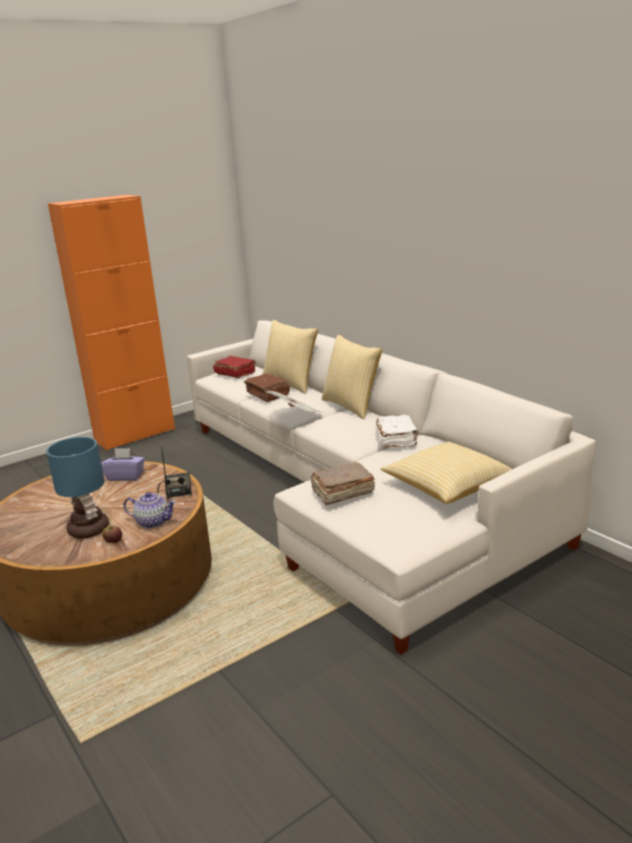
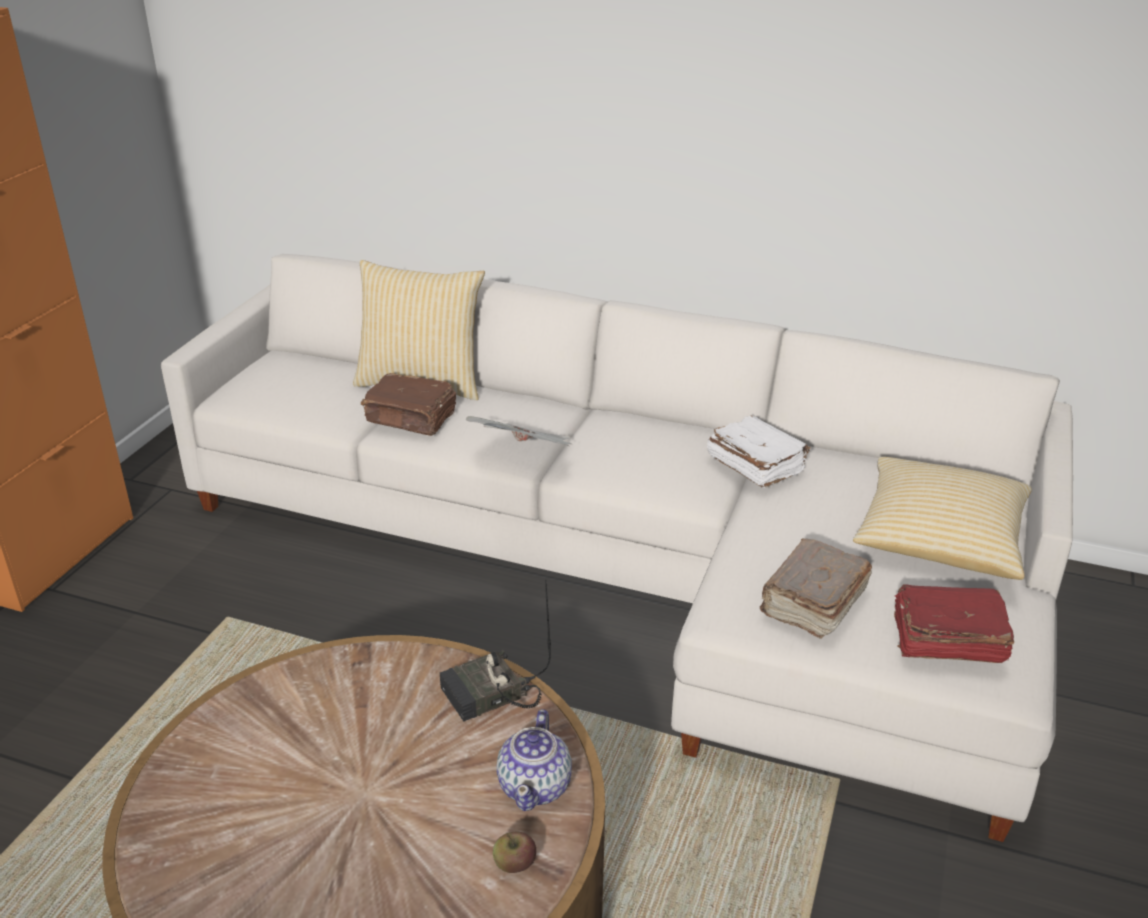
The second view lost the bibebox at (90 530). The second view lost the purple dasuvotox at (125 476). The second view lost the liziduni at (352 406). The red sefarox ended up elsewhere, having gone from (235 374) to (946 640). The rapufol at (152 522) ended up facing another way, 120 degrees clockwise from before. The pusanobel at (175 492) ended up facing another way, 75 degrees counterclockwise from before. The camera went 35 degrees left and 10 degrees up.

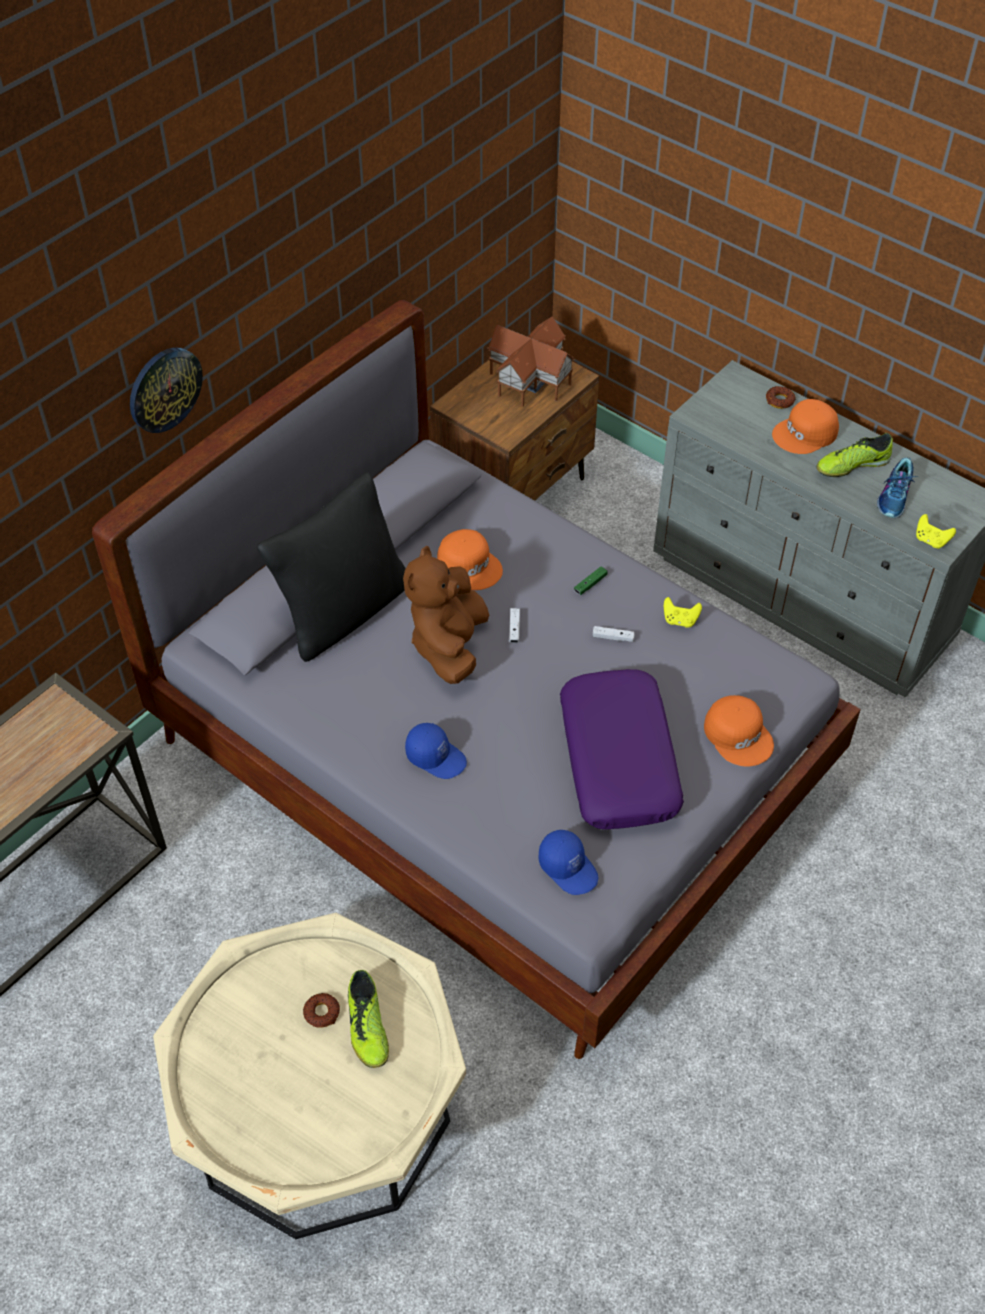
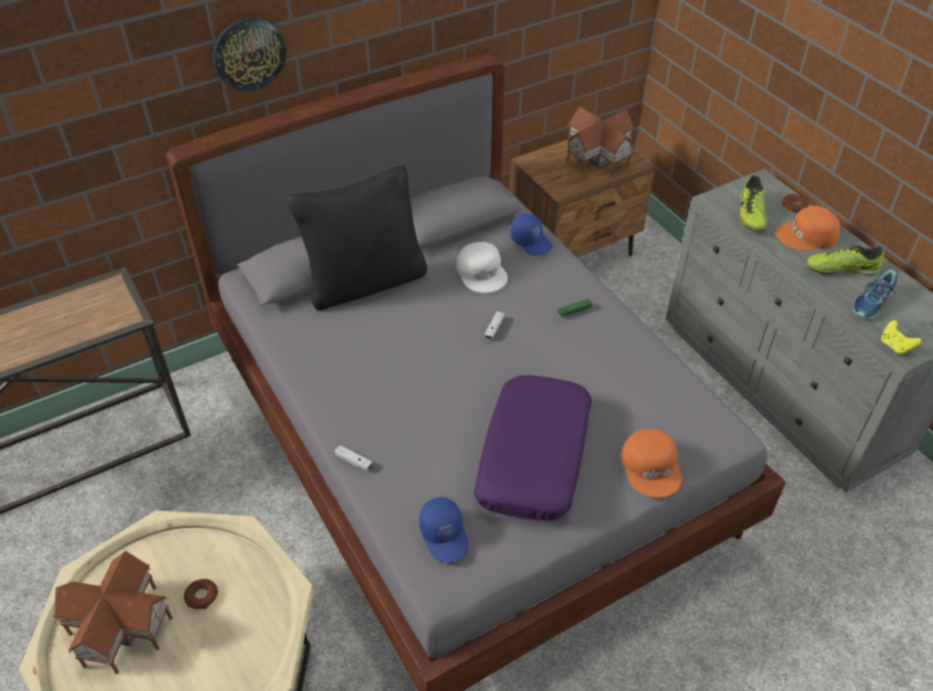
The second view lost the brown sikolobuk at (449 645). The second view lost the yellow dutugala at (680 620). The second view gained the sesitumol at (122 628). The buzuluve ended up elsewhere, having gone from (367 1026) to (750 214). The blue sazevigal ended up elsewhere, having gone from (436 757) to (531 241). The white dutugala ended up elsewhere, having gone from (613 637) to (354 461). What was the orange sazevigal at (470 565) turned into the white sazevigal at (482 272). The camera went 20 degrees right and 5 degrees down.

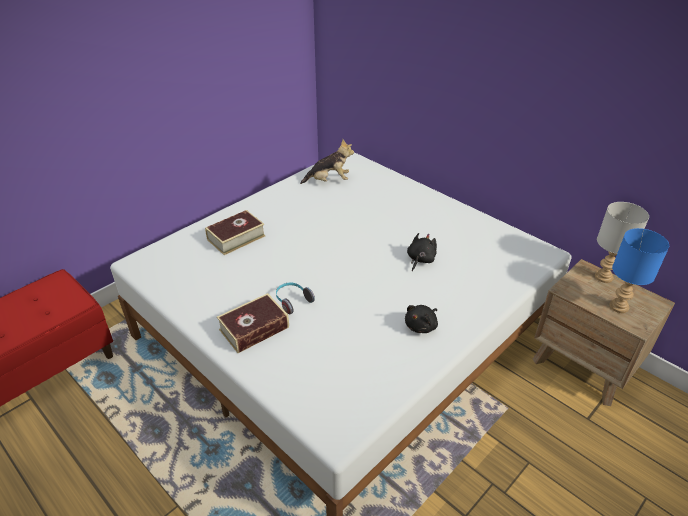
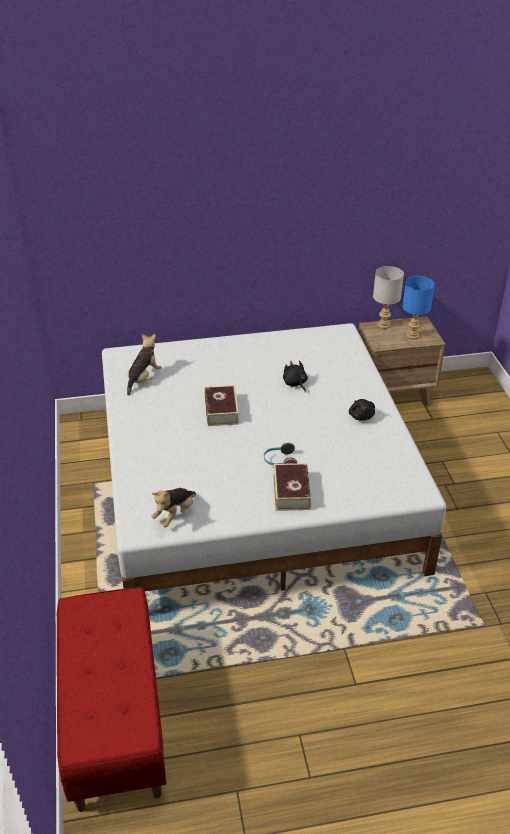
The second view gained the sikolobuk at (175 514). The sefarox ended up elsewhere, having gone from (236 238) to (221 411). The camera went 55 degrees left and 0 degrees up.

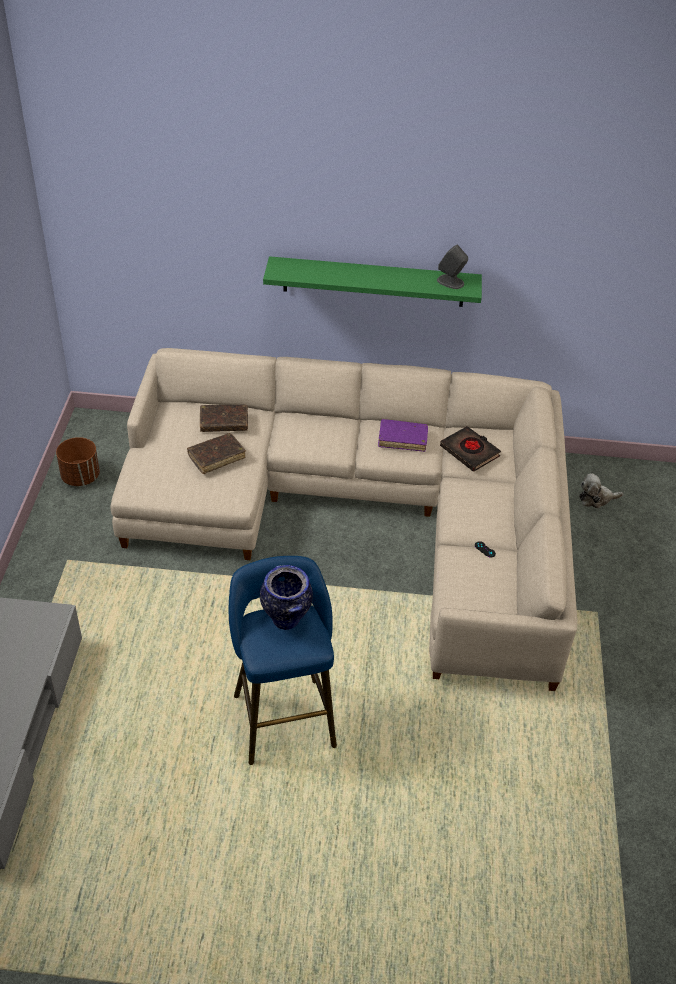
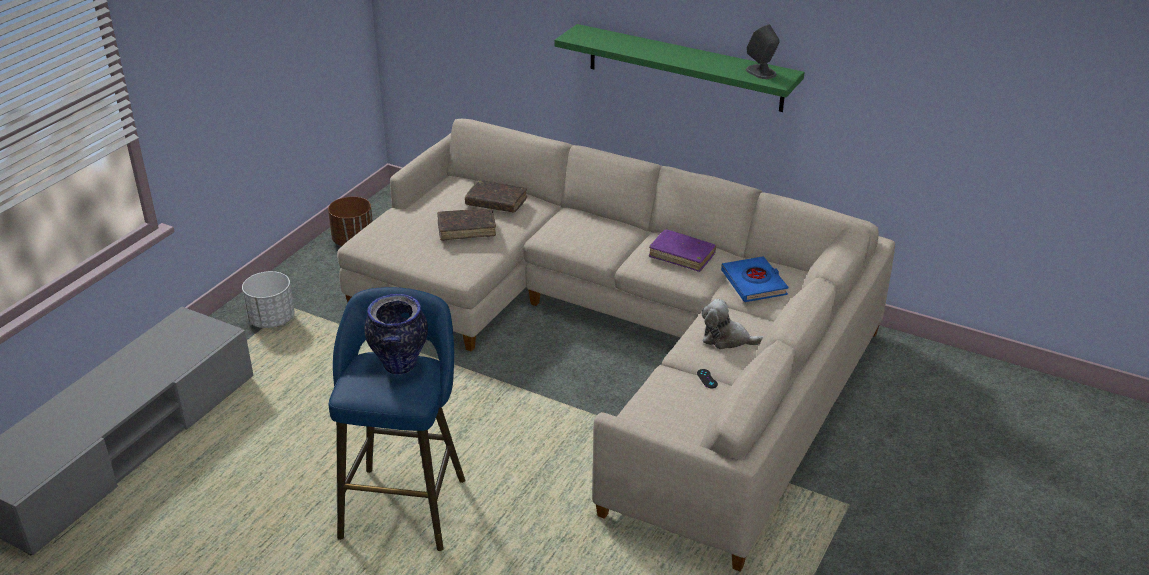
The second view gained the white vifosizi at (271 320). The sikolobuk ended up elsewhere, having gone from (596 499) to (727 339). What was the black sefarox at (470 452) turned into the blue sefarox at (754 283). The camera went 25 degrees right and 10 degrees down.

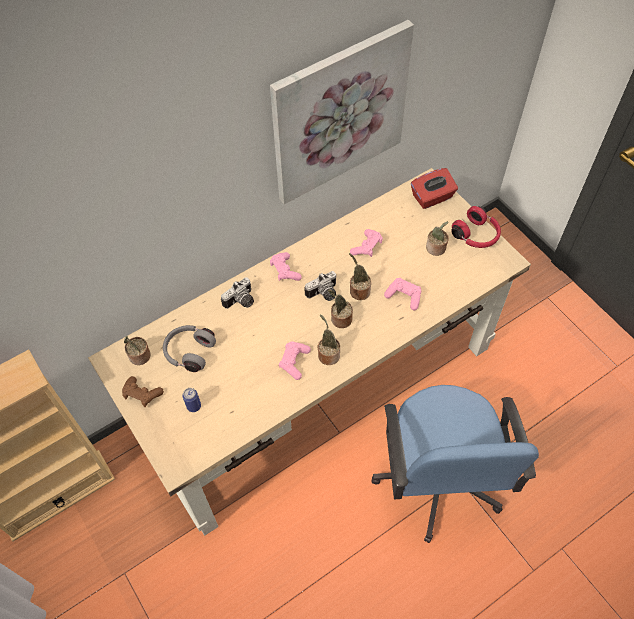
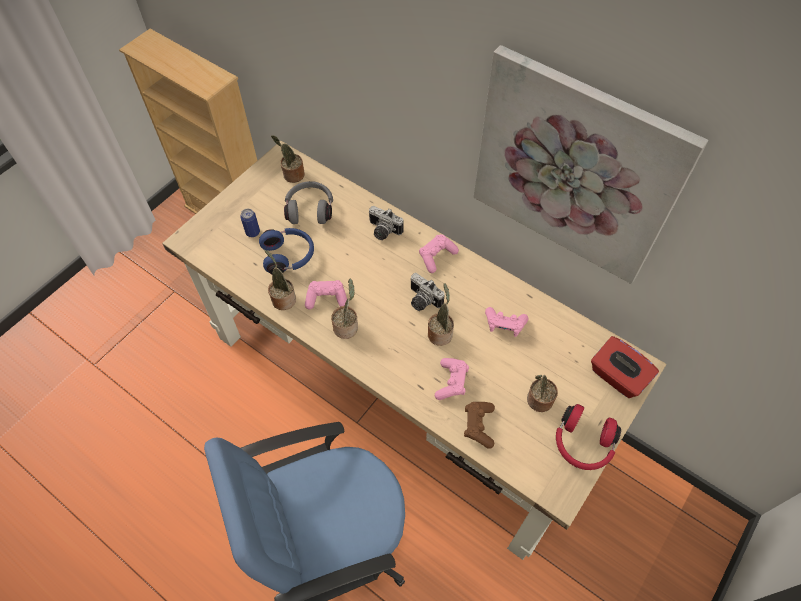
The second view gained the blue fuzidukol at (289 256). The brown dutugala ended up elsewhere, having gone from (142 394) to (478 426). The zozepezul ended up elsewhere, having gone from (340 319) to (283 298). The camera went 70 degrees right and 0 degrees up.

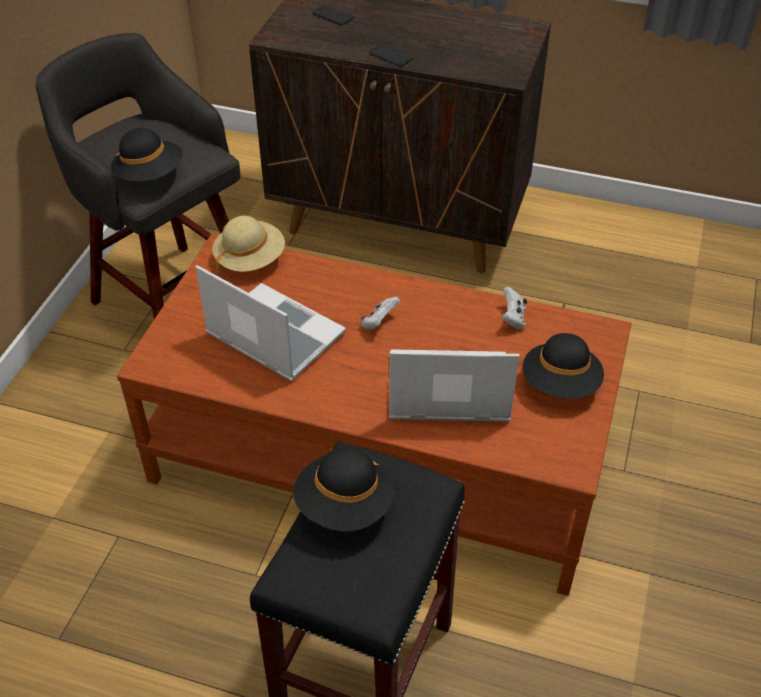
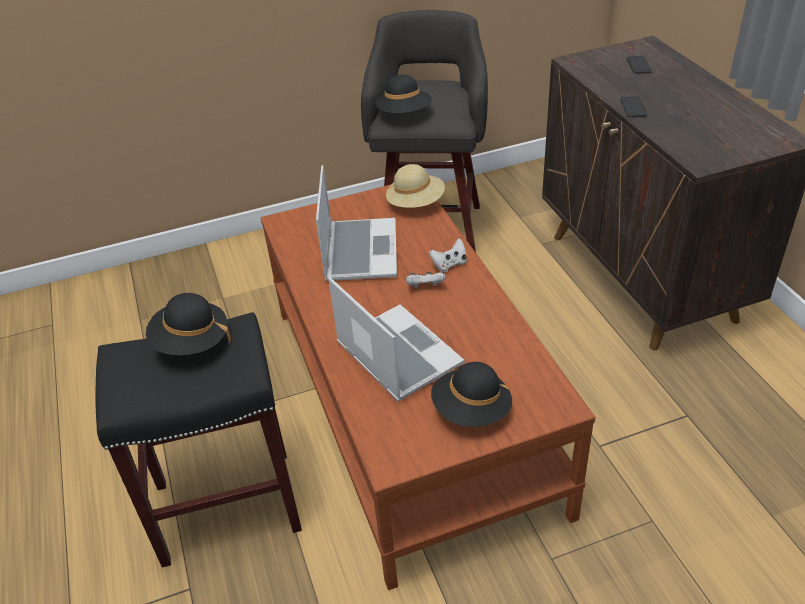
The white dutugala ended up elsewhere, having gone from (513 318) to (449 264). The camera went 55 degrees right and 5 degrees down.

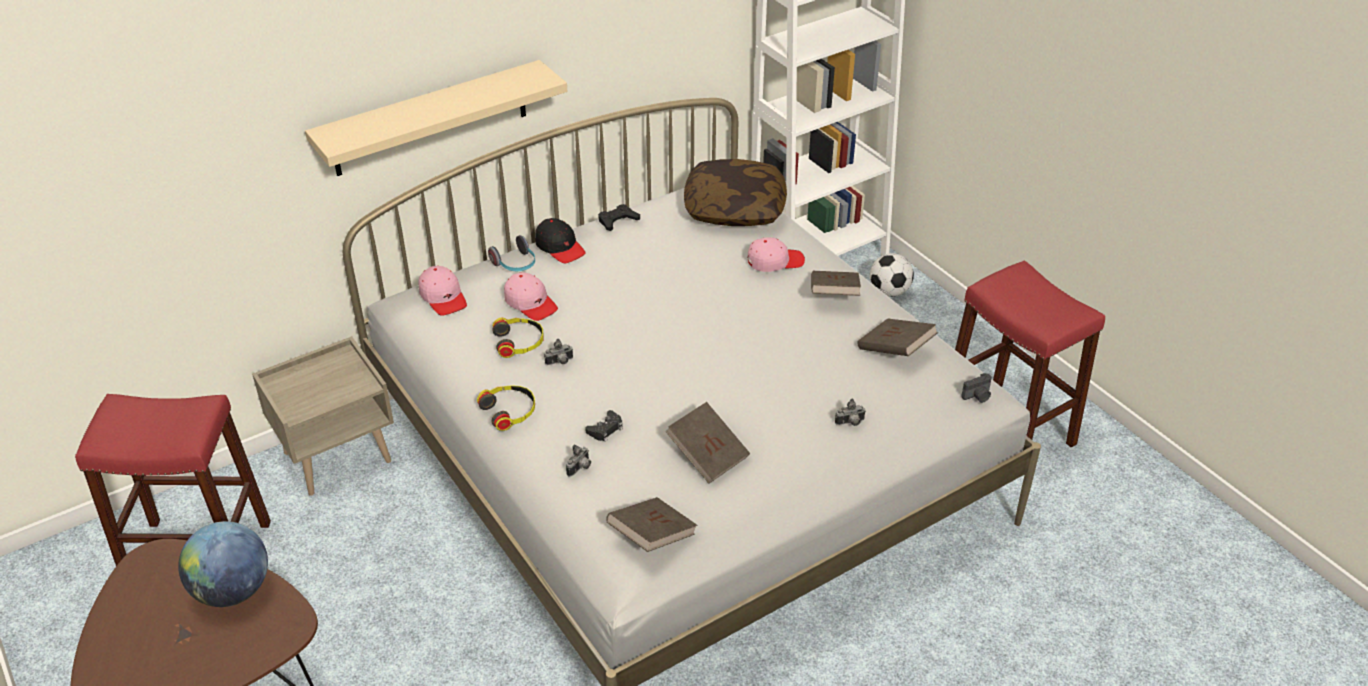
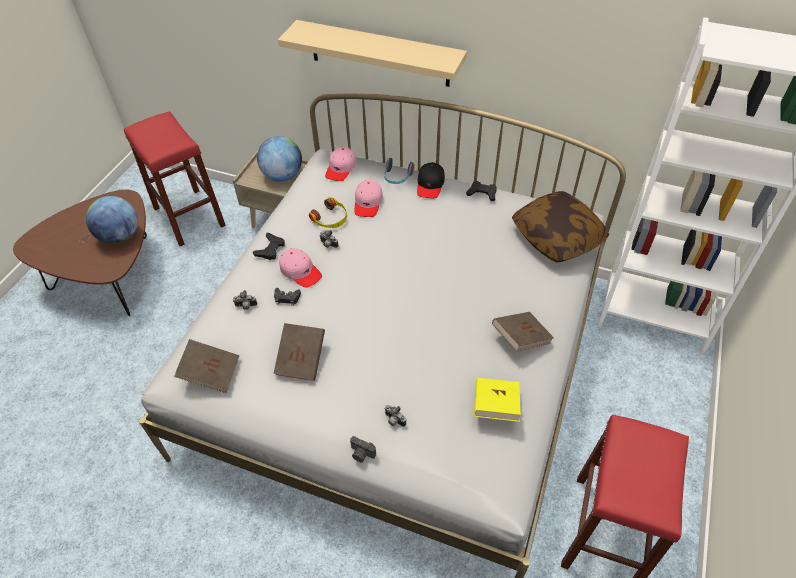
The second view lost the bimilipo at (889 292). The second view gained the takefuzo at (283 175). The pink sazevigal ended up elsewhere, having gone from (775 261) to (300 271). The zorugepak ended up elsewhere, having gone from (977 396) to (361 454). Where the fuzidukol stood at (509 411), the black dutugala came to stand at (270 249). What was the brown sefarox at (895 350) turned into the yellow sefarox at (495 406). The camera went 55 degrees right and 10 degrees up.

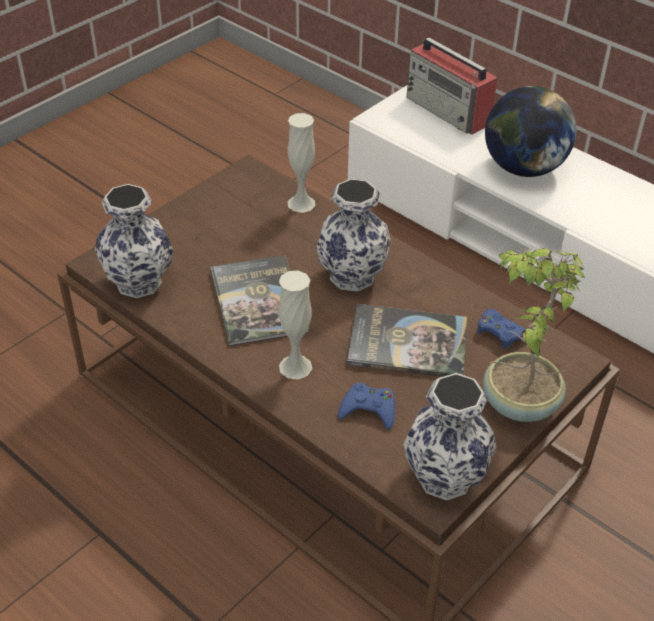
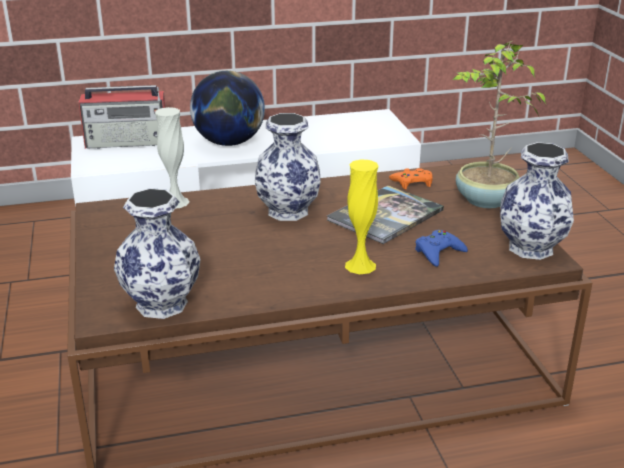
The second view lost the sefarox at (258 301). What was the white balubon at (295 367) turned into the yellow balubon at (360 266). What was the blue dutugala at (501 332) turned into the orange dutugala at (412 183). The camera went 55 degrees left and 15 degrees down.

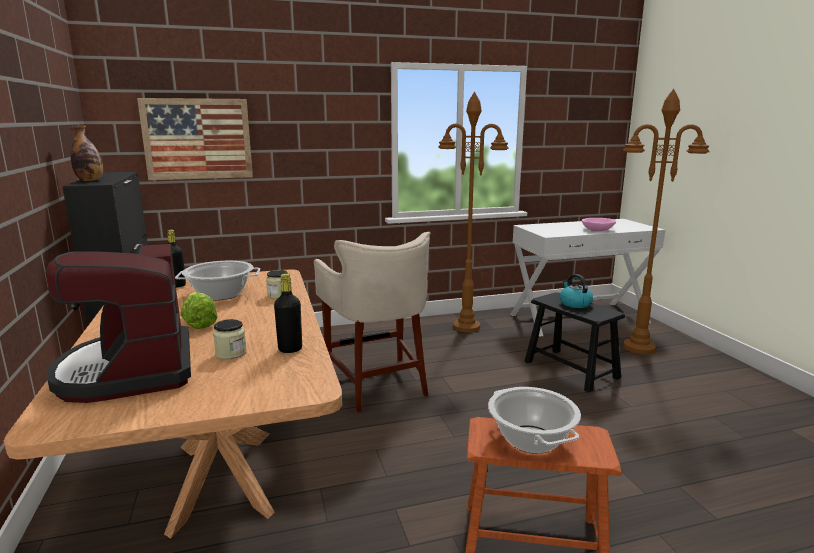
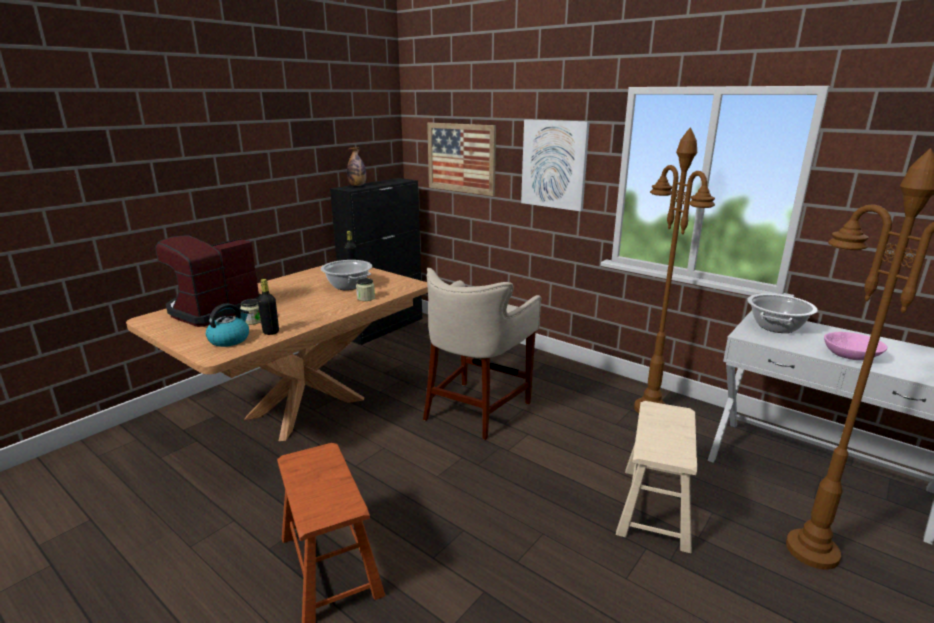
The second view lost the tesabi at (199 323). The second view gained the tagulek at (554 164). The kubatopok ended up elsewhere, having gone from (530 439) to (776 326). The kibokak ended up elsewhere, having gone from (574 303) to (229 339). What was the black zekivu at (571 369) turned into the beige zekivu at (655 507). The camera went 55 degrees right and 5 degrees up.

